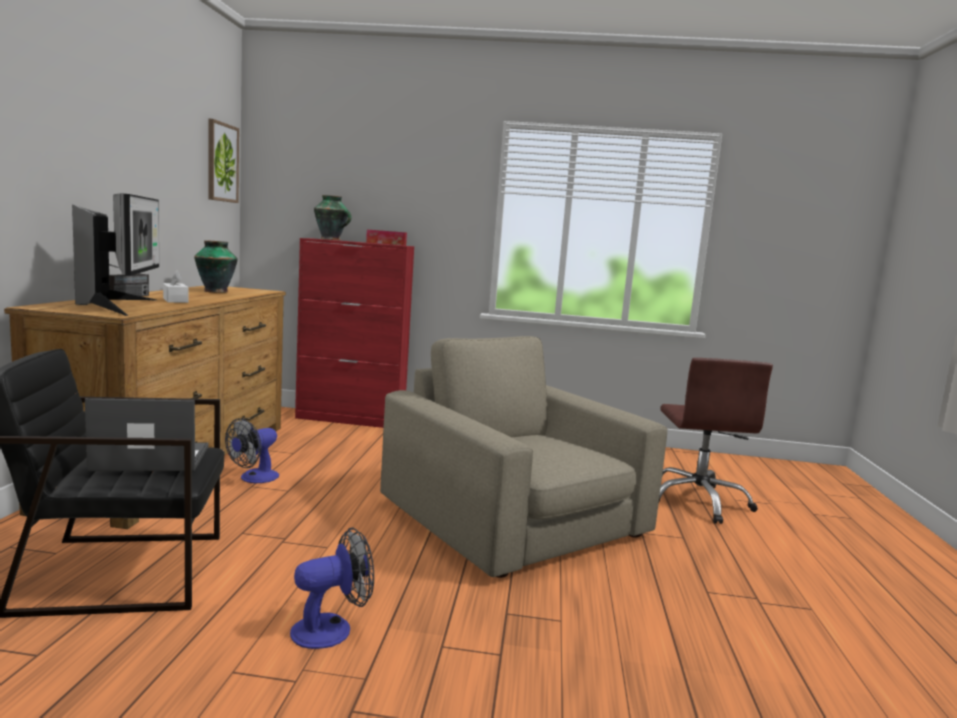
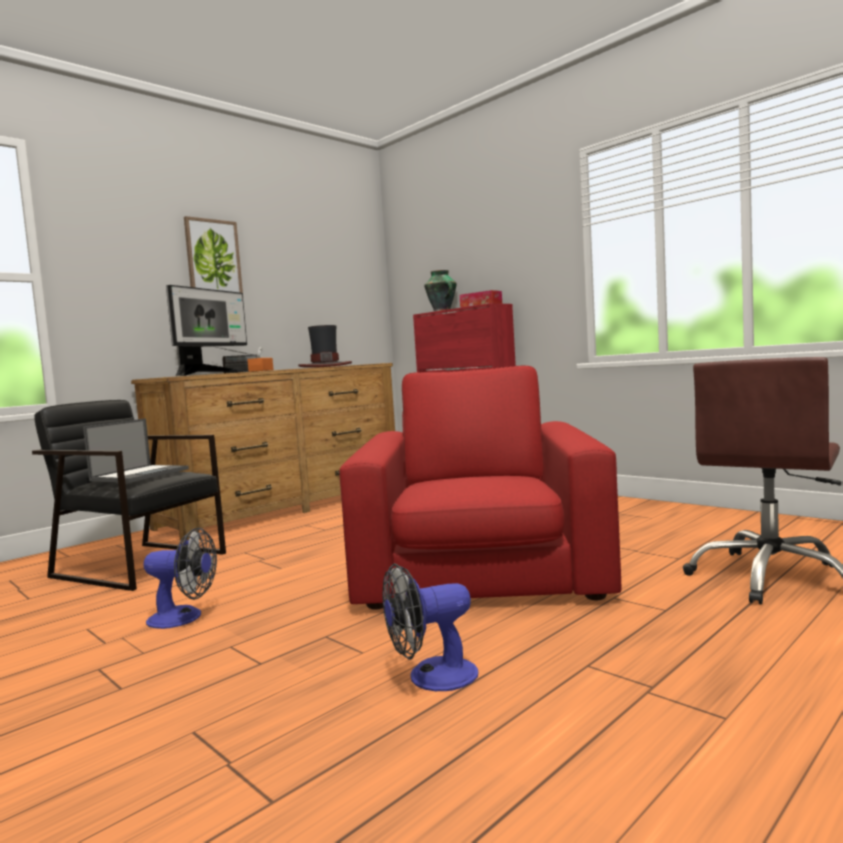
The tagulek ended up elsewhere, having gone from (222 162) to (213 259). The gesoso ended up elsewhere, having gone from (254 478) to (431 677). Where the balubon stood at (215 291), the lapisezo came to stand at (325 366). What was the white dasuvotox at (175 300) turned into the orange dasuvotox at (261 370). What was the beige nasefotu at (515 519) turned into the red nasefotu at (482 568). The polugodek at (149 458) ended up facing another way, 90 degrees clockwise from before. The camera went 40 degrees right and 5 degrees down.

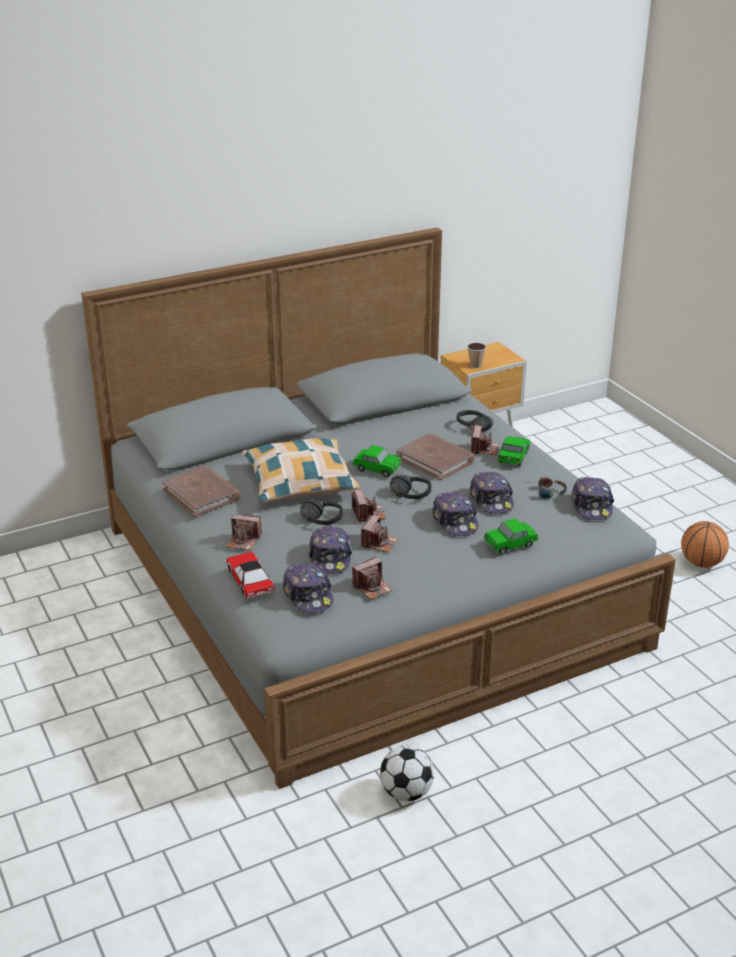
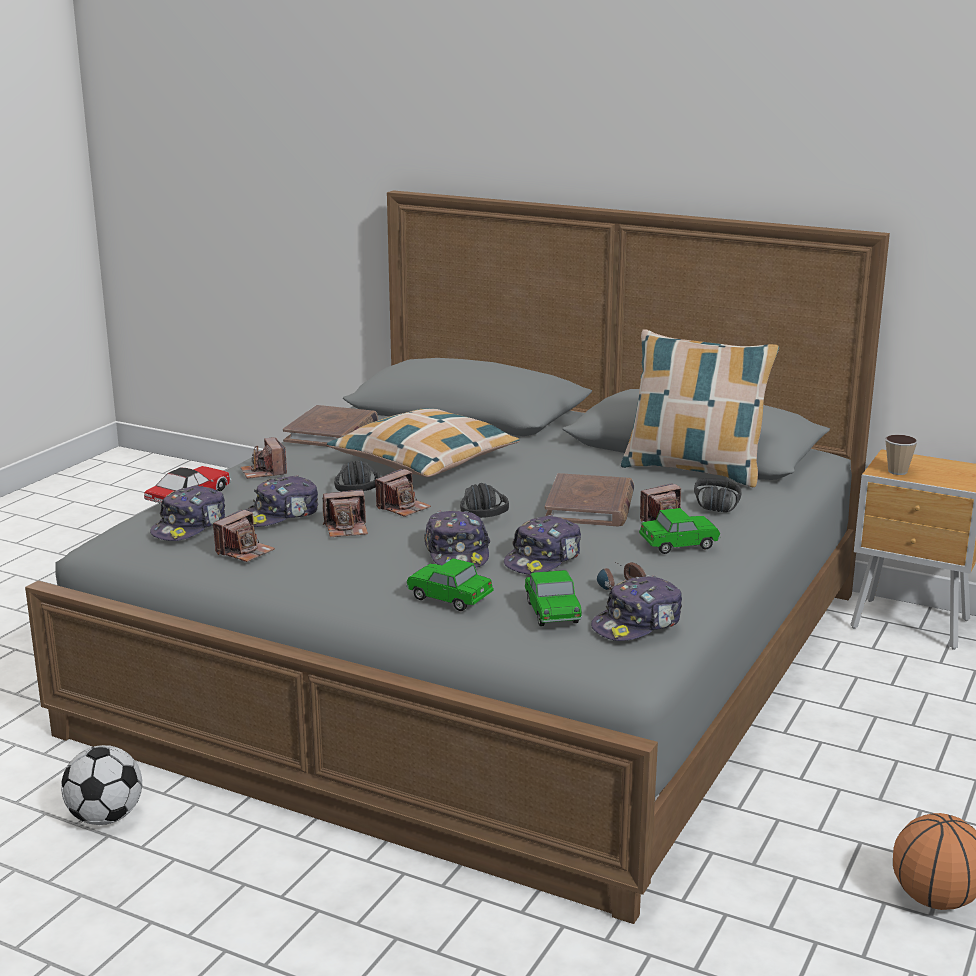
The second view gained the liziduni at (694 470). The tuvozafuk ended up elsewhere, having gone from (377 469) to (552 612). The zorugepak at (372 587) ended up facing another way, 75 degrees counterclockwise from before. The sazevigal at (455 521) ended up facing another way, 45 degrees counterclockwise from before. The camera went 55 degrees right and 10 degrees down.

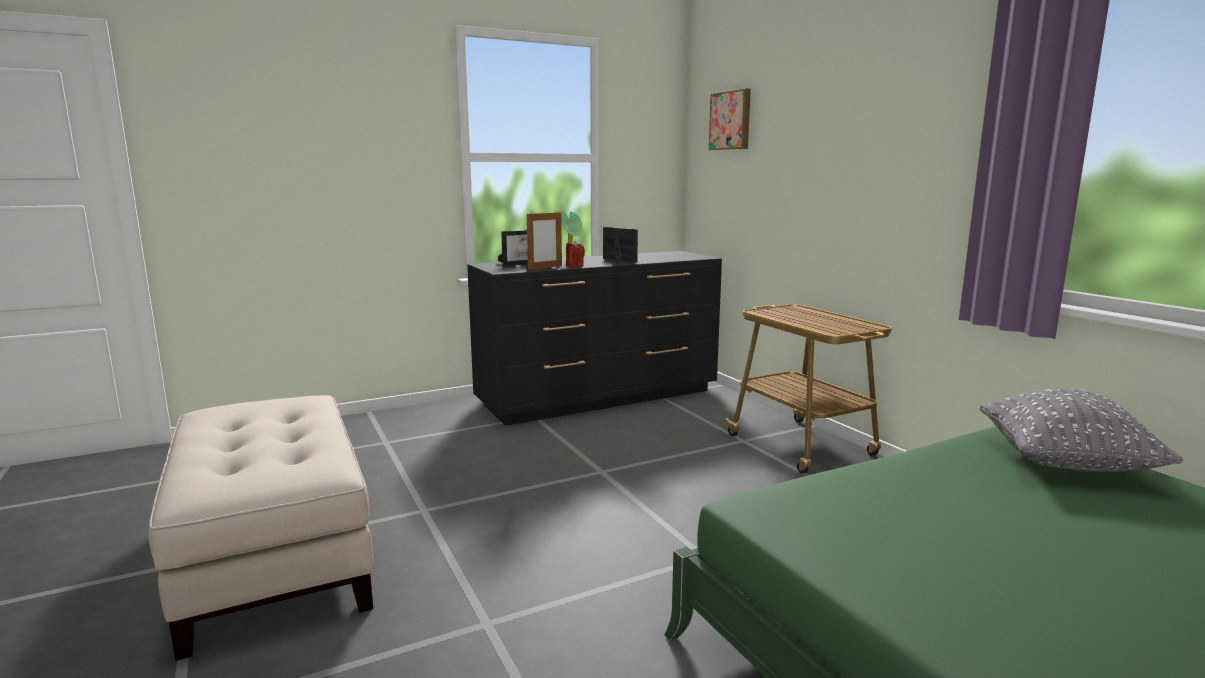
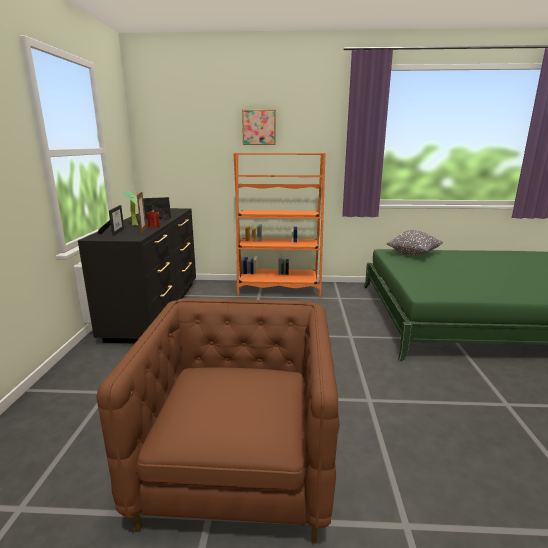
The tagulek ended up elsewhere, having gone from (731 120) to (259 127). Where the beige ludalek stood at (277 554), the brown nasefotu came to stand at (238 467). Where the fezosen stood at (803 446), the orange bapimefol came to stand at (278 289). The camera went 60 degrees left and 5 degrees up.

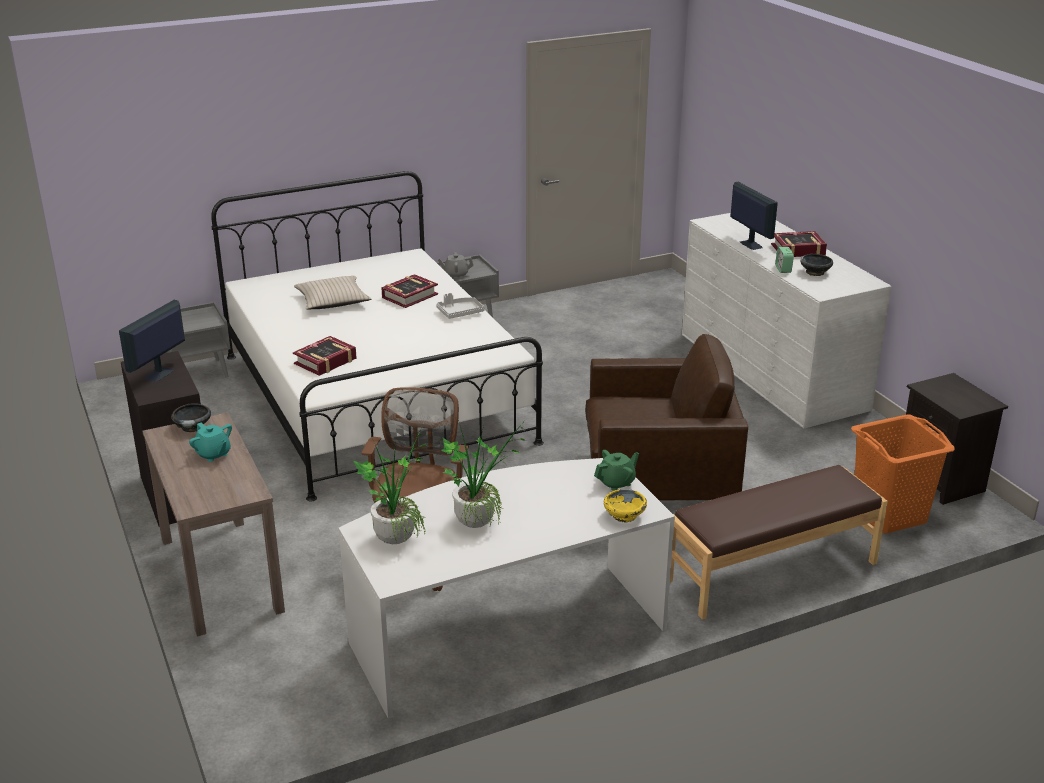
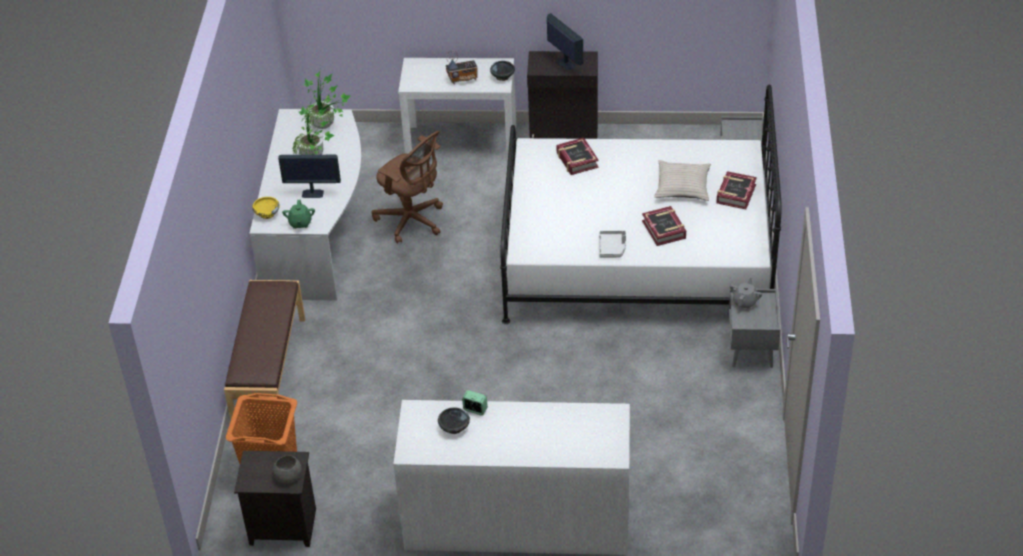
The second view lost the brown nasefotu at (658 484). The second view gained the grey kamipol at (289 476). The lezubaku ended up elsewhere, having gone from (750 244) to (313 193). The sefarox ended up elsewhere, having gone from (798 250) to (735 194). Where the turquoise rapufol stood at (213 454), the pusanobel came to stand at (463 79). What was the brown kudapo at (220 574) turned into the white kudapo at (461 141). The camera went 120 degrees right and 15 degrees up.

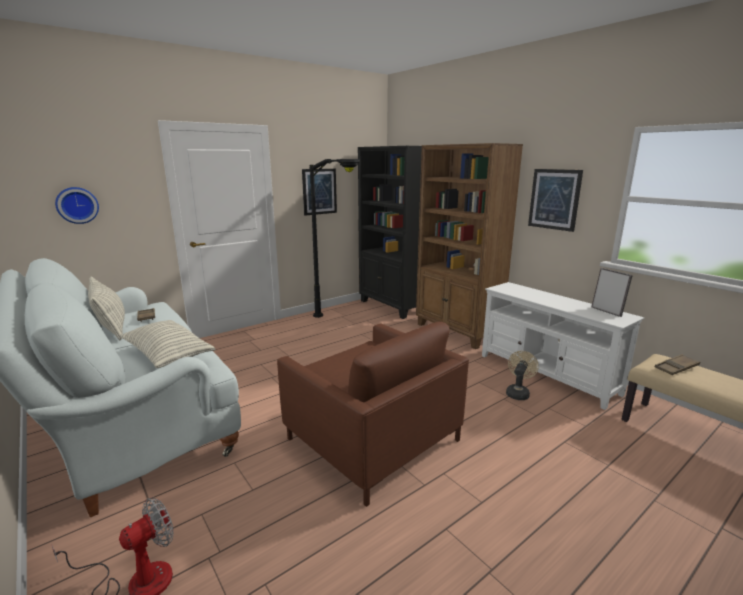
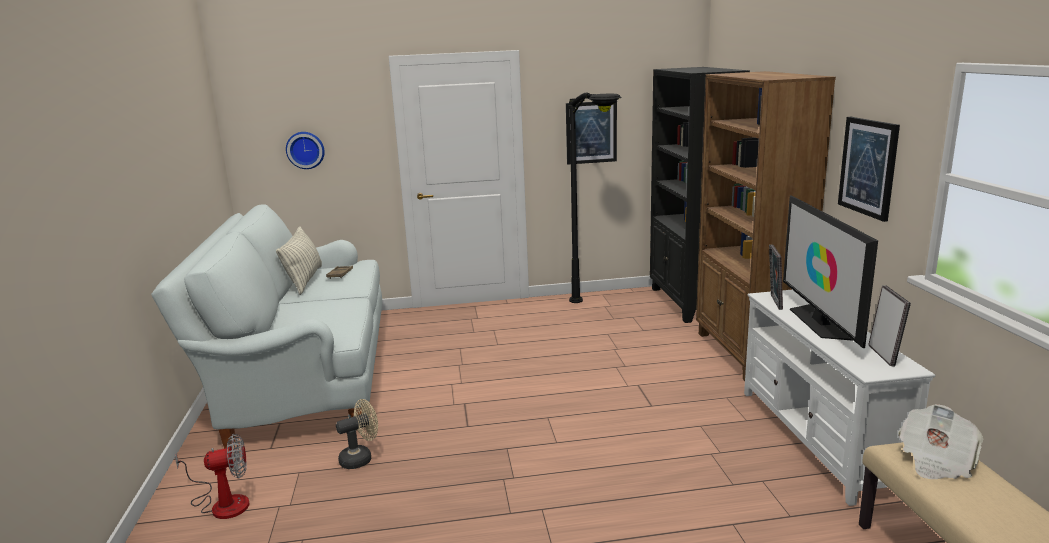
The second view lost the liziduni at (168 355). The second view lost the brown nasefotu at (373 439). The second view gained the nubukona at (773 302). The second view gained the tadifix at (820 322). The beige gesoso ended up elsewhere, having gone from (518 392) to (361 458). Where the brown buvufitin stood at (676 368), the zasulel came to stand at (936 461). The camera went 30 degrees right and 0 degrees up.

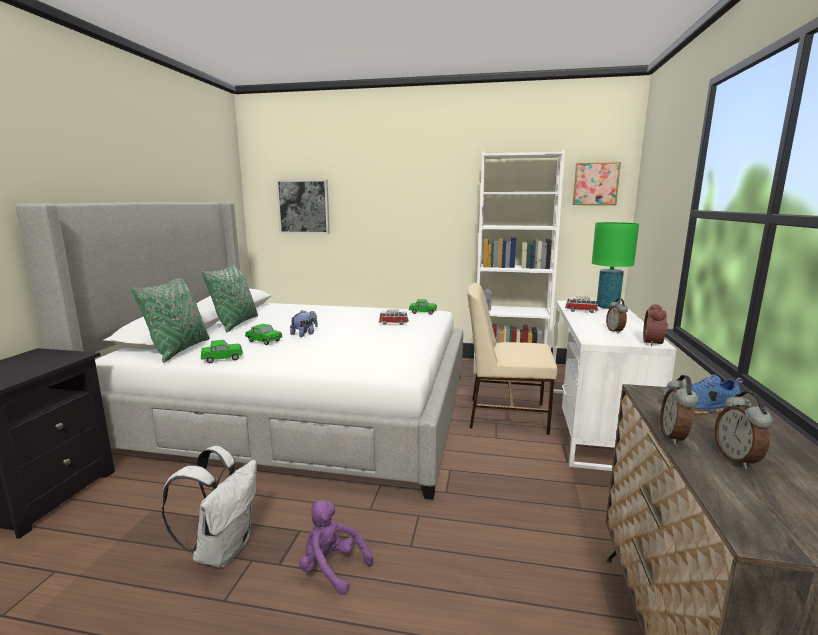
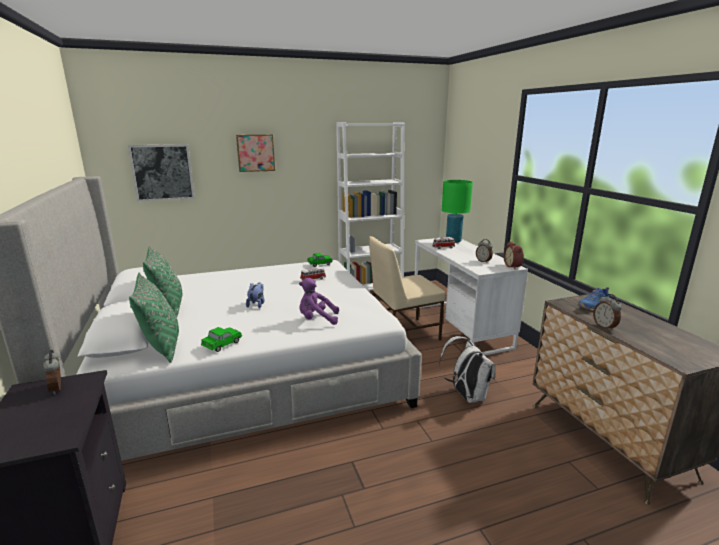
The second view lost the tuvozafuk at (264 341). The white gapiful ended up elsewhere, having gone from (222 549) to (466 395). The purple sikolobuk ended up elsewhere, having gone from (332 568) to (317 319). The tagulek ended up elsewhere, having gone from (595 184) to (255 153). The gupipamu ended up elsewhere, having gone from (737 459) to (58 388). The camera went 30 degrees left and 5 degrees up.

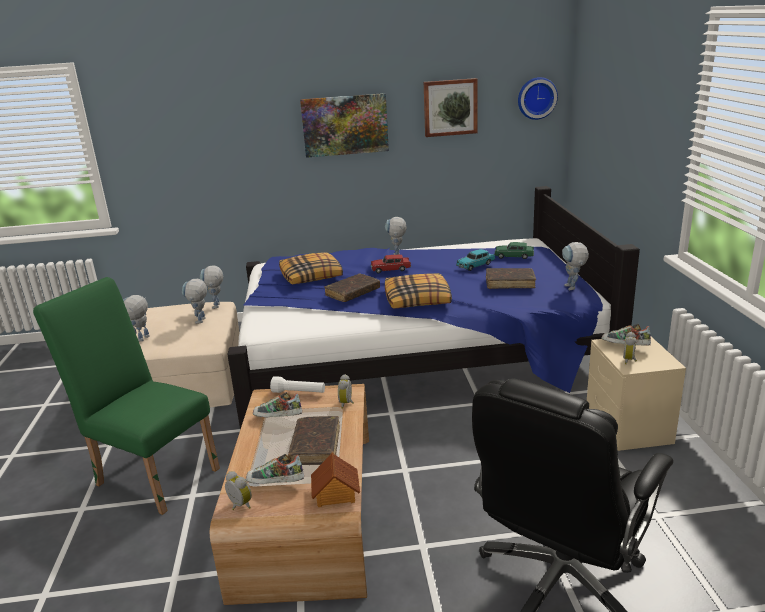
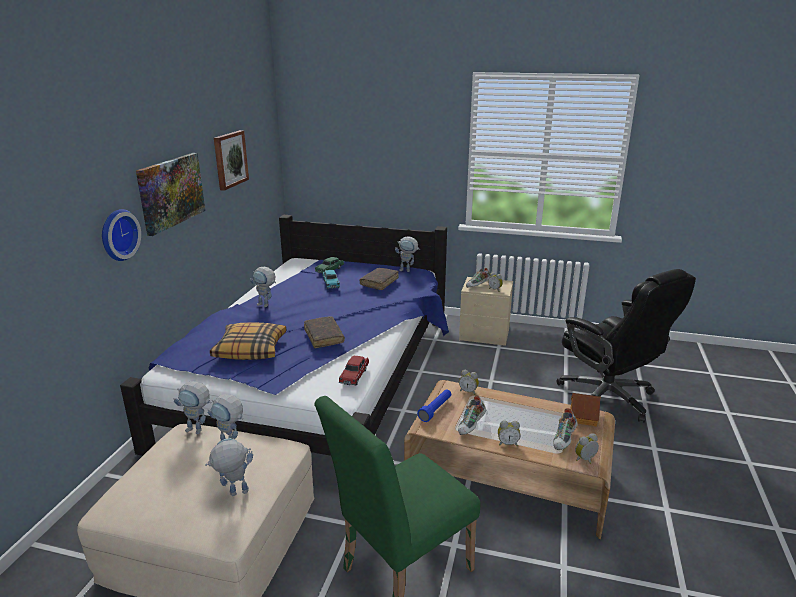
The second view lost the brown sefarox at (315 446). The second view lost the liziduni at (418 299). The second view gained the gupipamu at (507 443). The red tuvozafuk ended up elsewhere, having gone from (390 269) to (354 376). The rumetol ended up elsewhere, having gone from (536 98) to (117 234). What was the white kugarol at (299 393) turned into the blue kugarol at (435 410). The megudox at (141 340) ended up facing another way, 120 degrees clockwise from before. The camera went 70 degrees left and 0 degrees up.

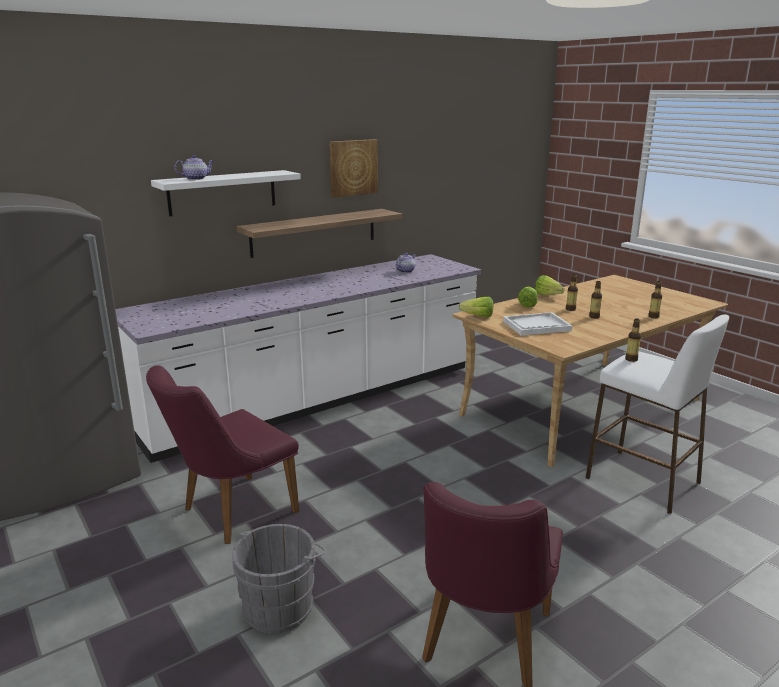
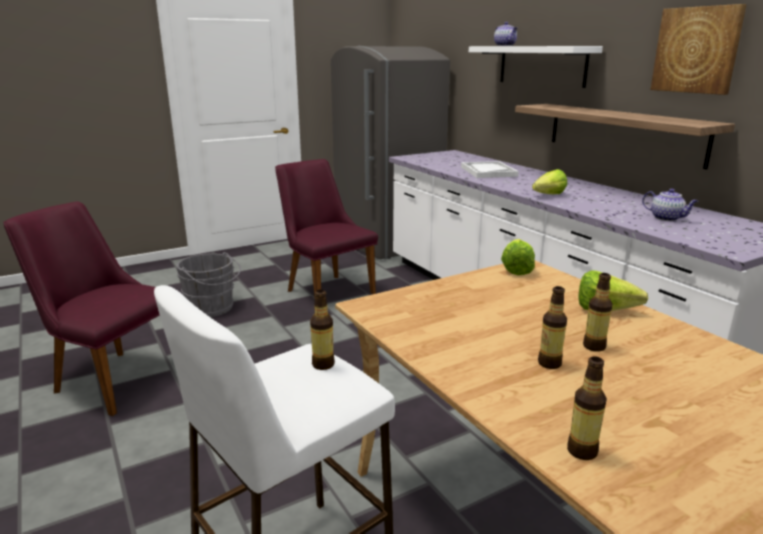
The white buvufitin ended up elsewhere, having gone from (536 326) to (488 171). The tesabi ended up elsewhere, having gone from (549 296) to (545 196). The camera went 95 degrees right and 0 degrees up.

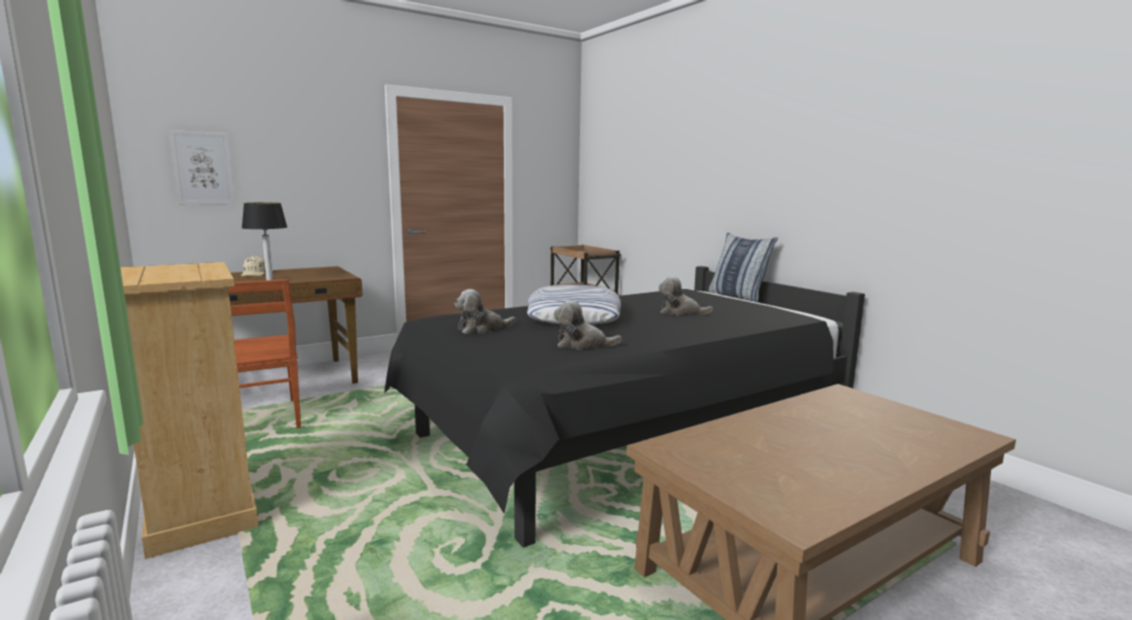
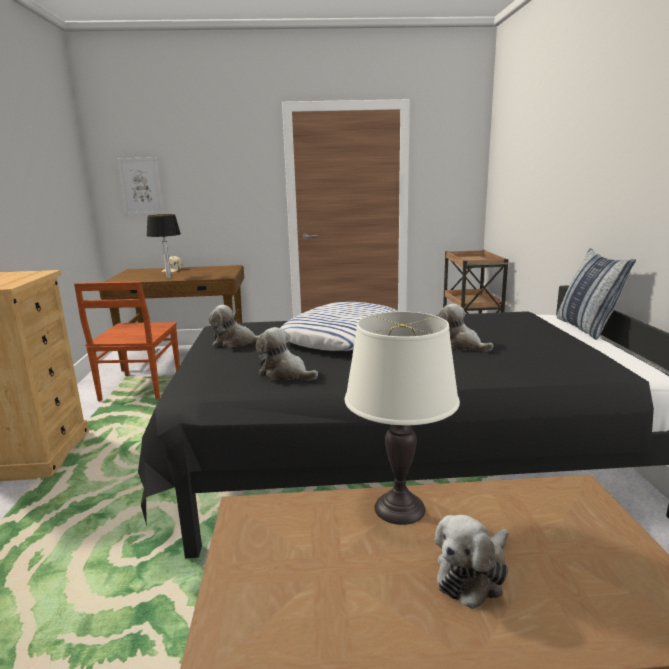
The second view gained the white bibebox at (400 508). The second view gained the sikolobuk at (473 574). The camera went 30 degrees right and 5 degrees up.

